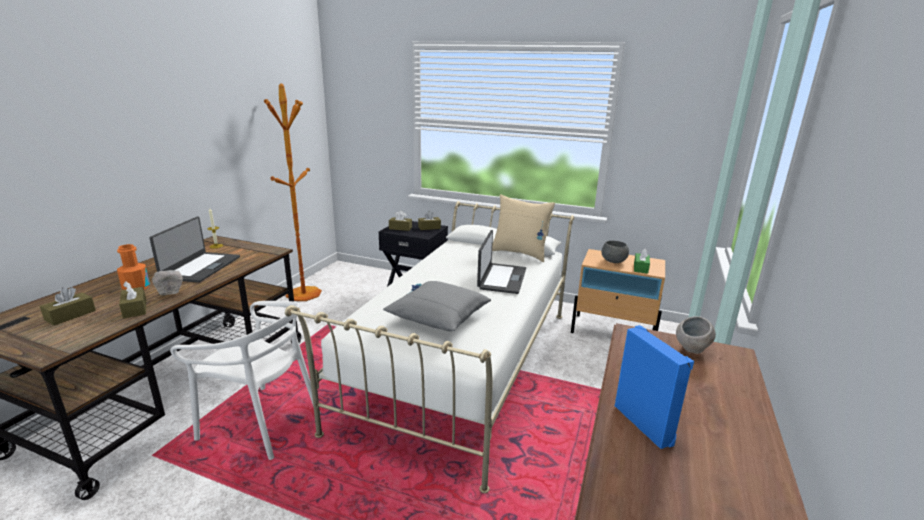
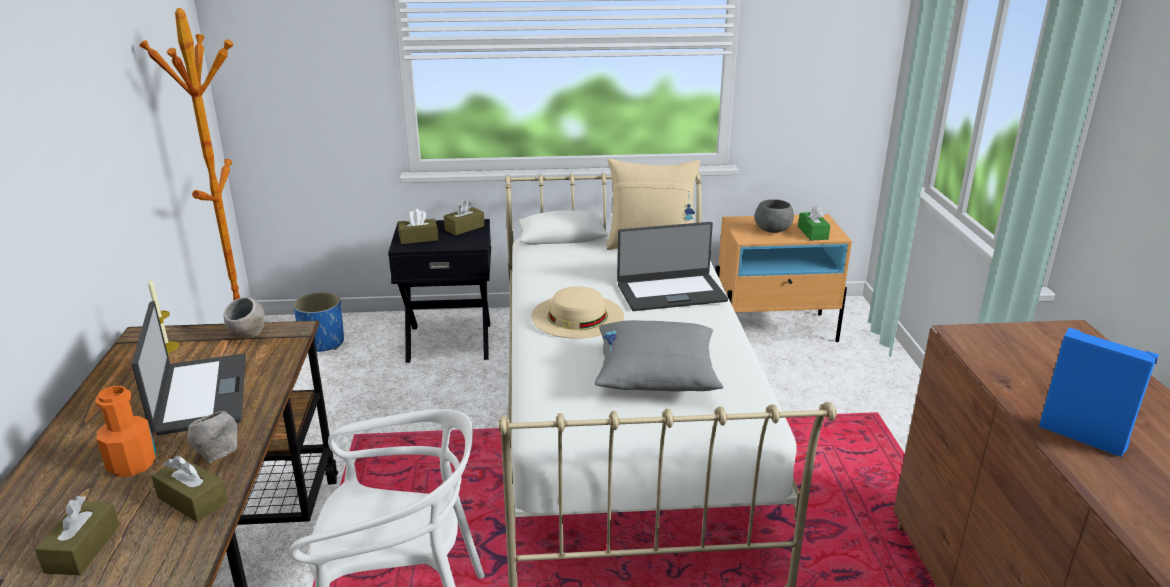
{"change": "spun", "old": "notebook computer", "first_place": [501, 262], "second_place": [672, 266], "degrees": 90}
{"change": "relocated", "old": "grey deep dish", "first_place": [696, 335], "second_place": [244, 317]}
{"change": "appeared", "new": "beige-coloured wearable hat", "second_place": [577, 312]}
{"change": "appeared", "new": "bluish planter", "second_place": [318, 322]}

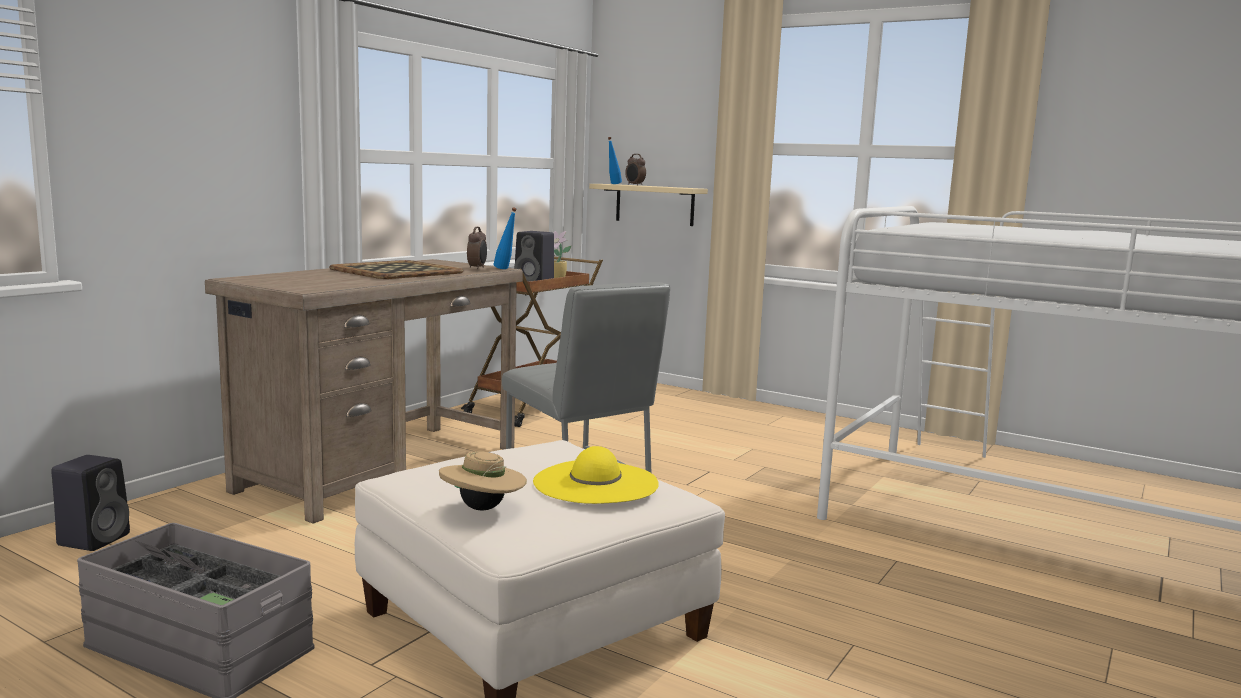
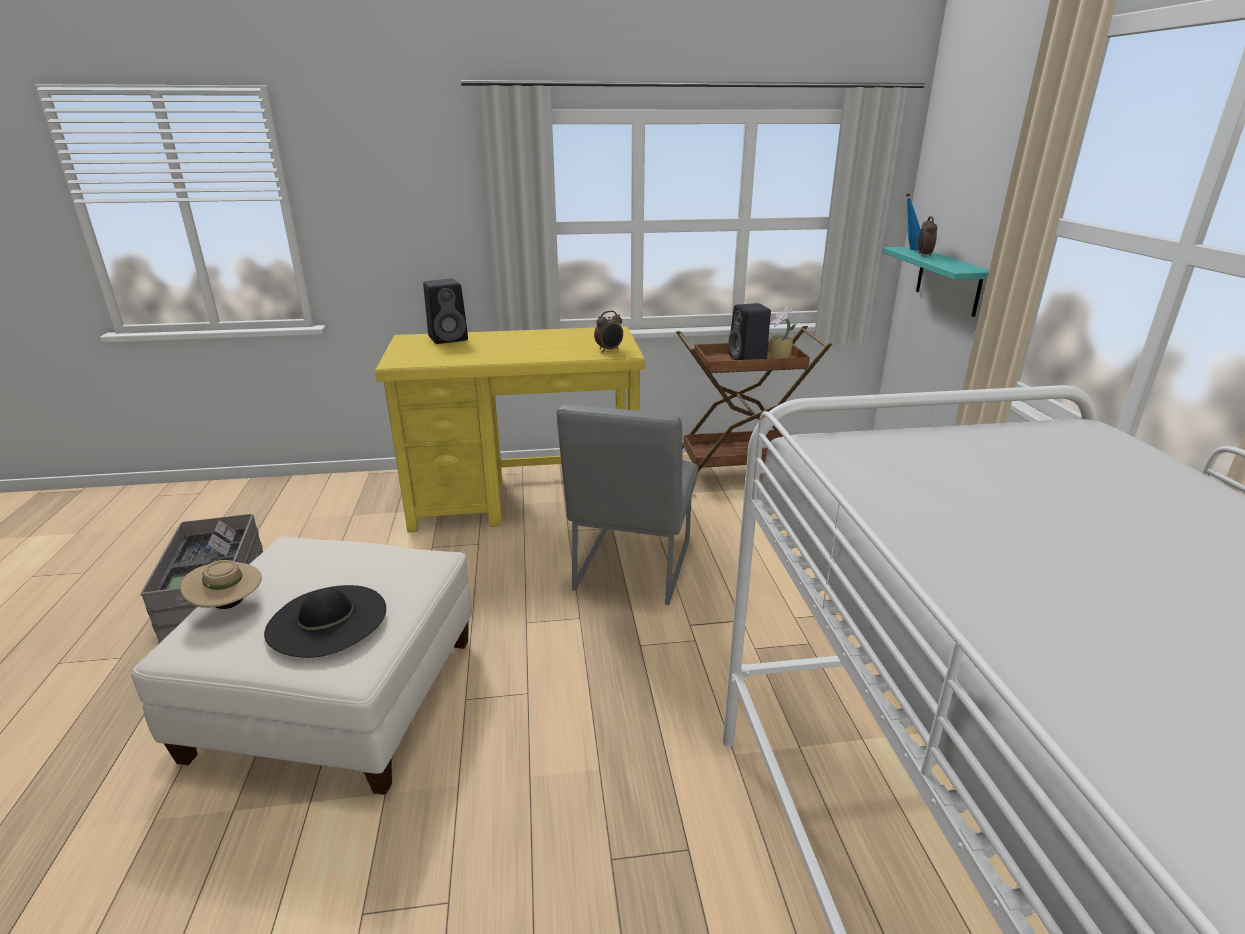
{"change": "colour", "old": "beige-coloured shelf", "new": "turquoise shelf", "first_place": [648, 205], "second_place": [935, 282]}
{"change": "missing", "old": "bluish drink bottle", "first_place": [505, 238]}
{"change": "colour", "old": "brownish desk table", "new": "yellow desk table", "first_place": [364, 391], "second_place": [510, 429]}
{"change": "missing", "old": "serving tray", "first_place": [396, 269]}
{"change": "colour", "old": "yellow wearable hat", "new": "blackish wearable hat", "first_place": [596, 475], "second_place": [325, 621]}
{"change": "relocated", "old": "blackish loudspeaker", "first_place": [90, 503], "second_place": [445, 311]}

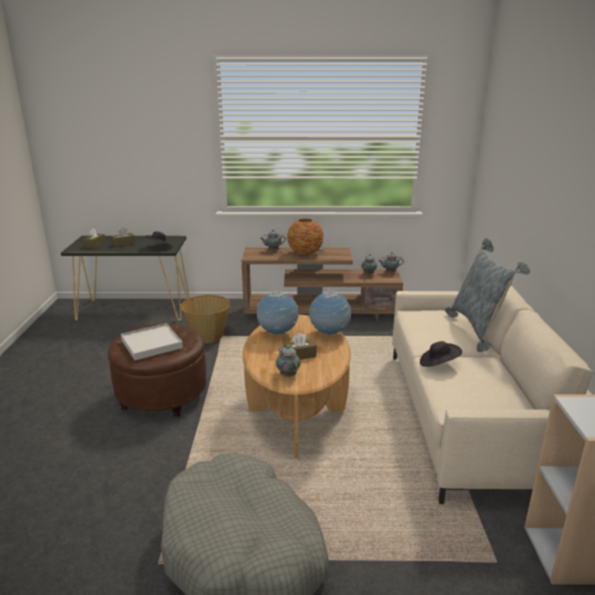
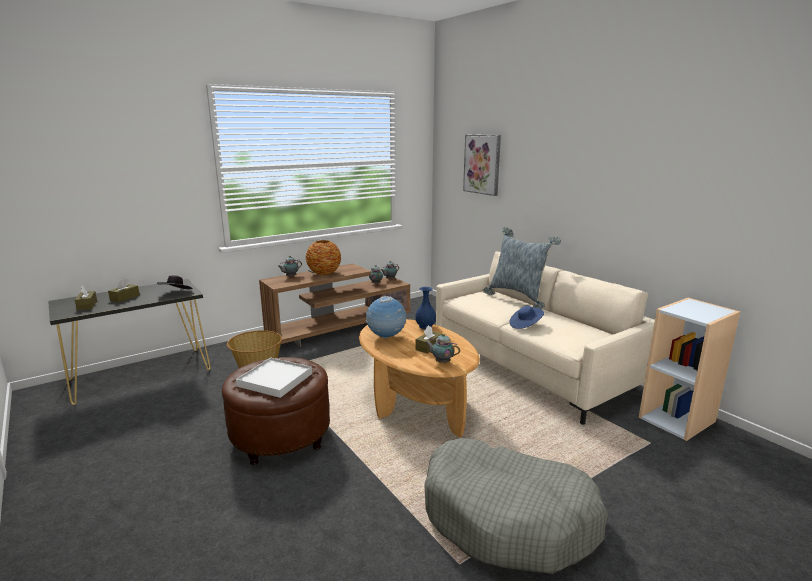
{"change": "exchanged", "old": "globe", "new": "bluish vase", "first_place": [330, 313], "second_place": [425, 308]}
{"change": "colour", "old": "blackish wearable hat", "new": "bluish wearable hat", "first_place": [441, 354], "second_place": [526, 317]}
{"change": "appeared", "new": "picture", "second_place": [482, 165]}

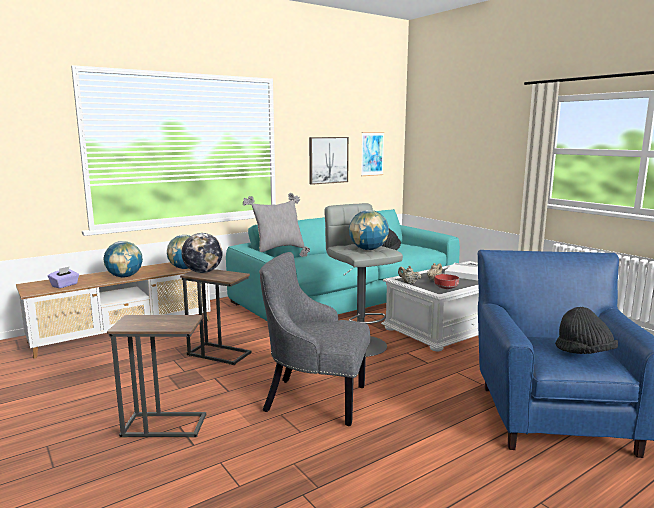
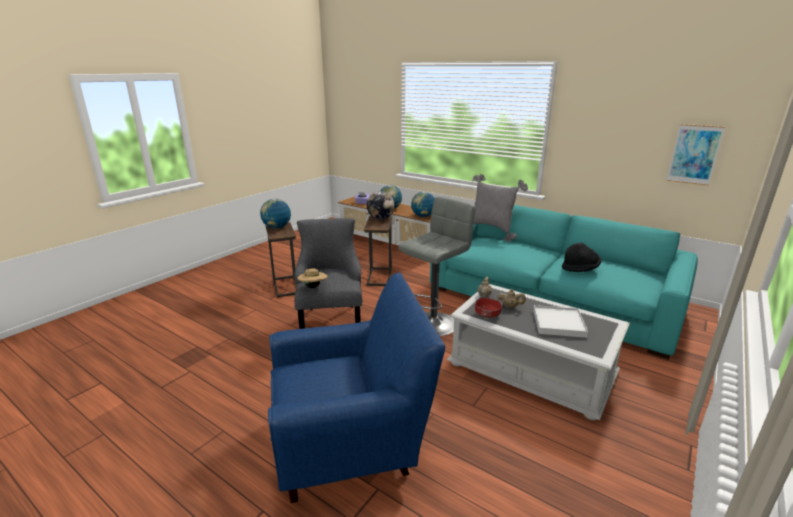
{"change": "missing", "old": "picture", "first_place": [329, 161]}
{"change": "relocated", "old": "globe", "first_place": [369, 230], "second_place": [275, 214]}
{"change": "missing", "old": "blackish wearable hat", "first_place": [586, 330]}
{"change": "appeared", "new": "beige-coloured wearable hat", "second_place": [312, 278]}

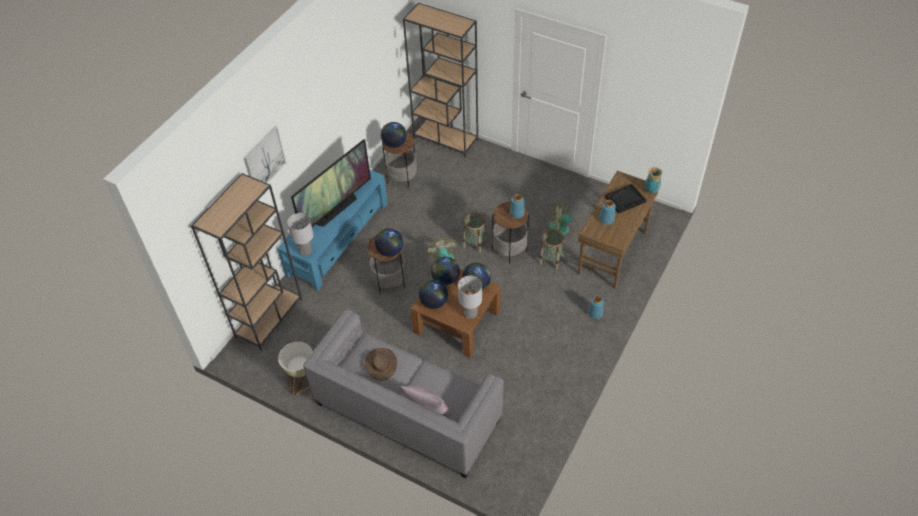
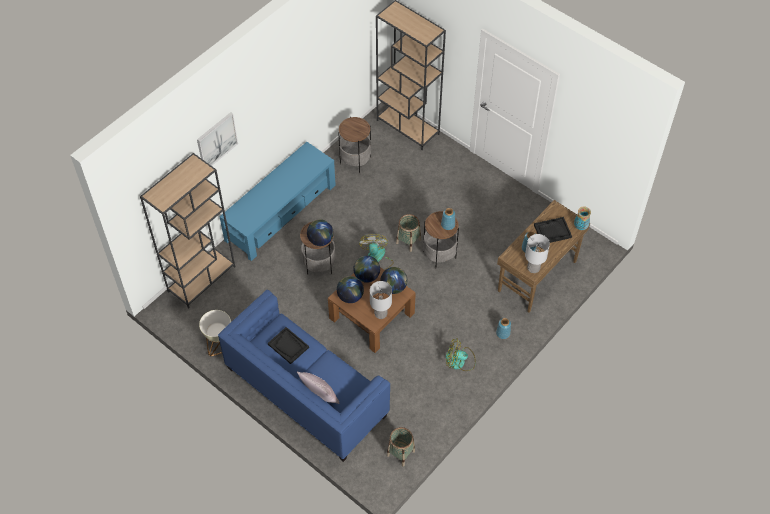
{"change": "missing", "old": "globe", "first_place": [393, 135]}
{"change": "missing", "old": "television", "first_place": [331, 184]}
{"change": "relocated", "old": "cooling fan", "first_place": [564, 219], "second_place": [461, 354]}
{"change": "relocated", "old": "grey table lamp", "first_place": [300, 234], "second_place": [537, 253]}
{"change": "relocated", "old": "household basket", "first_place": [551, 250], "second_place": [401, 447]}
{"change": "colour", "old": "grey couch", "new": "bluish couch", "first_place": [403, 393], "second_place": [304, 376]}
{"change": "exchanged", "old": "brownish wearable hat", "new": "blackish serving tray", "first_place": [381, 364], "second_place": [288, 345]}

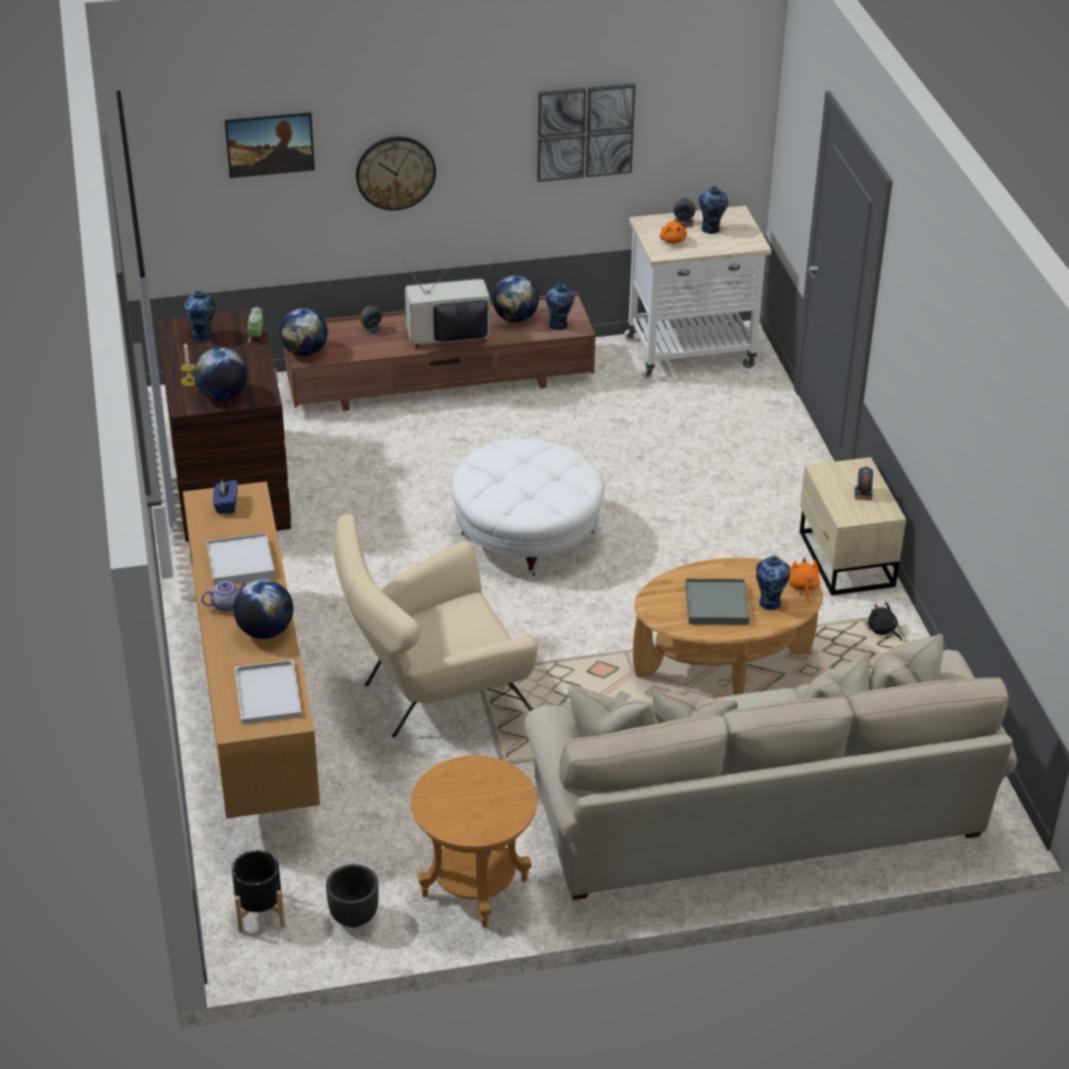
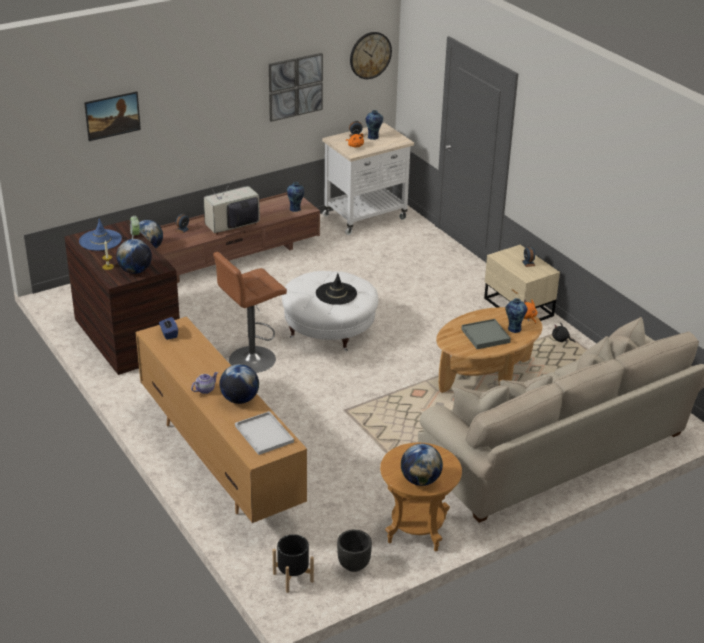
{"change": "relocated", "old": "wall clock", "first_place": [396, 173], "second_place": [371, 55]}
{"change": "relocated", "old": "globe", "first_place": [515, 298], "second_place": [422, 465]}
{"change": "exchanged", "old": "vase", "new": "bluish wearable hat", "first_place": [199, 316], "second_place": [100, 235]}
{"change": "missing", "old": "beige-coloured armchair", "first_place": [436, 625]}
{"change": "missing", "old": "whitish serving tray", "first_place": [241, 559]}
{"change": "appeared", "new": "brownish stool seat", "second_place": [250, 312]}
{"change": "appeared", "new": "blackish wearable hat", "second_place": [336, 289]}

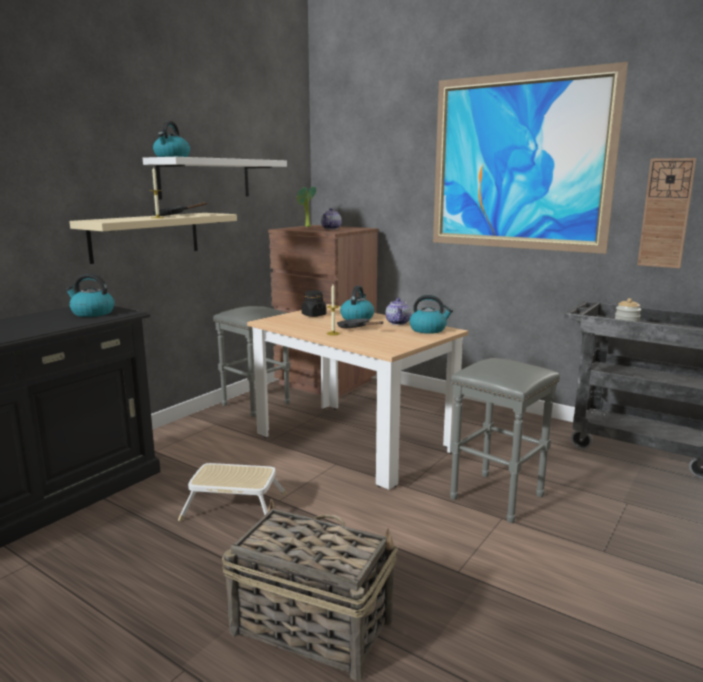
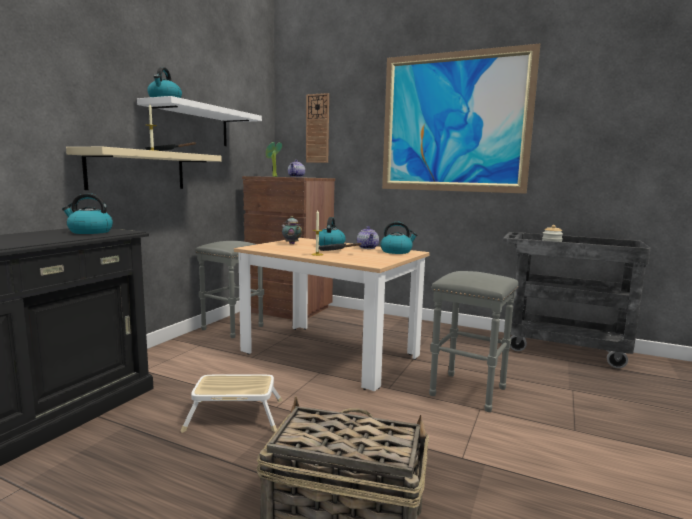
{"change": "relocated", "old": "wall clock", "first_place": [667, 213], "second_place": [317, 128]}
{"change": "exchanged", "old": "blackish storage jar", "new": "pot for tea", "first_place": [314, 303], "second_place": [291, 230]}

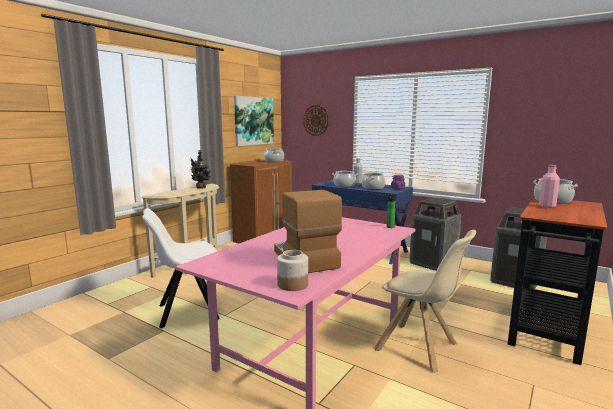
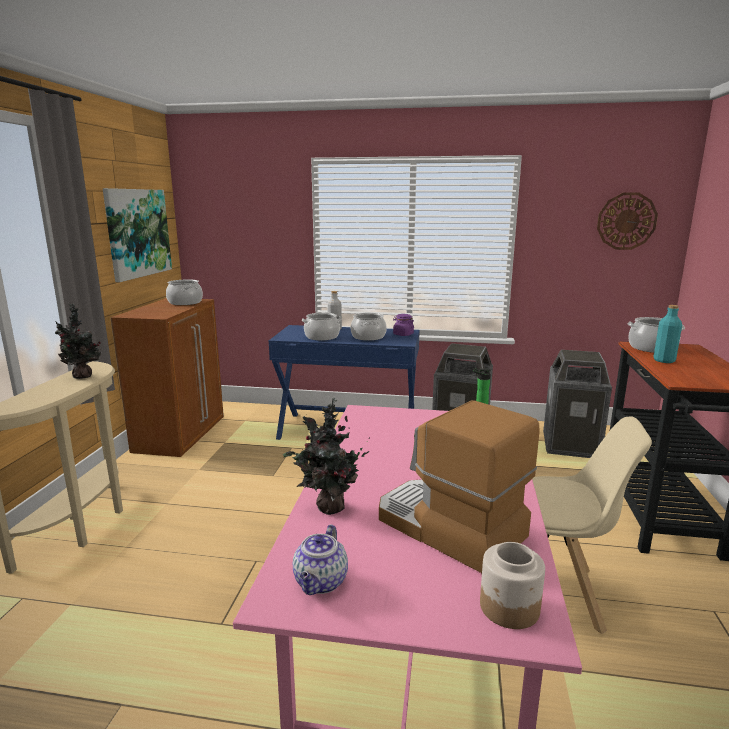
{"change": "relocated", "old": "wall clock", "first_place": [316, 120], "second_place": [627, 221]}
{"change": "colour", "old": "pink drink bottle", "new": "turquoise drink bottle", "first_place": [549, 186], "second_place": [668, 334]}
{"change": "missing", "old": "whitish upright chair", "first_place": [180, 268]}
{"change": "appeared", "new": "potted plant", "second_place": [326, 456]}
{"change": "appeared", "new": "pot for tea", "second_place": [320, 559]}

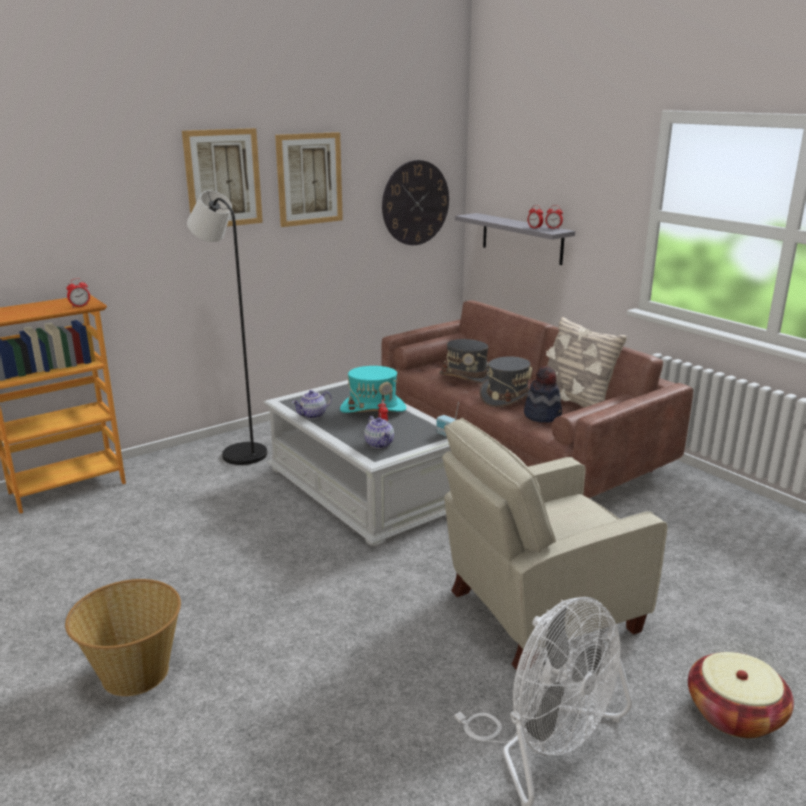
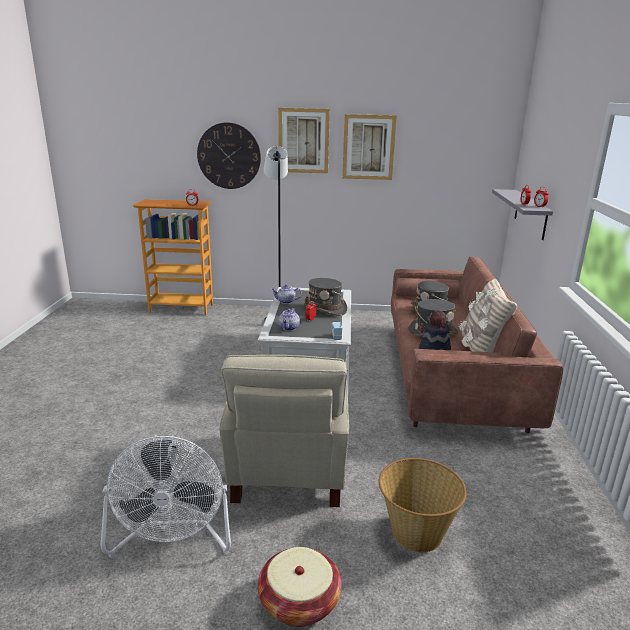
{"change": "relocated", "old": "wall clock", "first_place": [415, 202], "second_place": [229, 155]}
{"change": "colour", "old": "turquoise wearable hat", "new": "grey wearable hat", "first_place": [373, 389], "second_place": [324, 297]}
{"change": "spun", "old": "beige-coloured armchair", "first_place": [555, 544], "second_place": [284, 431], "degrees": -105}
{"change": "relocated", "old": "household basket", "first_place": [123, 637], "second_place": [422, 505]}

